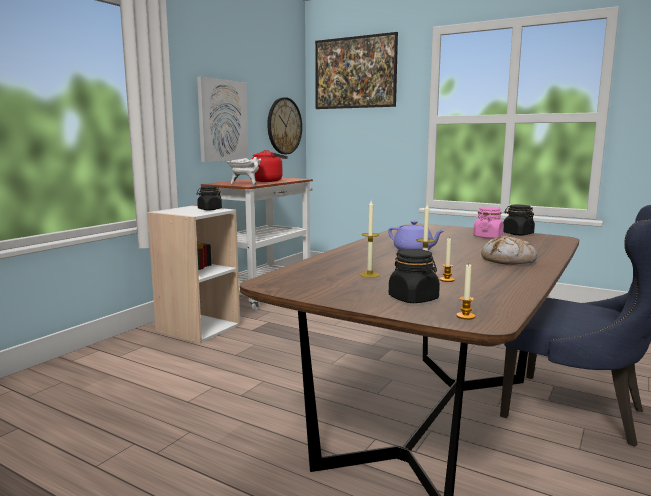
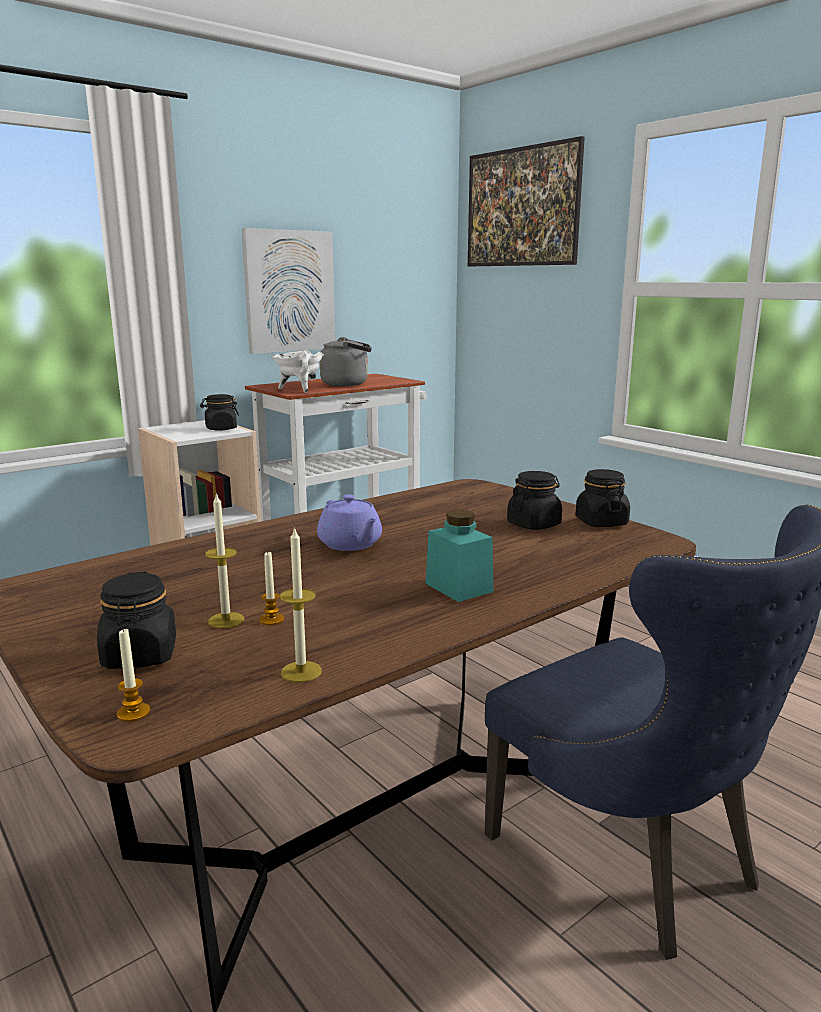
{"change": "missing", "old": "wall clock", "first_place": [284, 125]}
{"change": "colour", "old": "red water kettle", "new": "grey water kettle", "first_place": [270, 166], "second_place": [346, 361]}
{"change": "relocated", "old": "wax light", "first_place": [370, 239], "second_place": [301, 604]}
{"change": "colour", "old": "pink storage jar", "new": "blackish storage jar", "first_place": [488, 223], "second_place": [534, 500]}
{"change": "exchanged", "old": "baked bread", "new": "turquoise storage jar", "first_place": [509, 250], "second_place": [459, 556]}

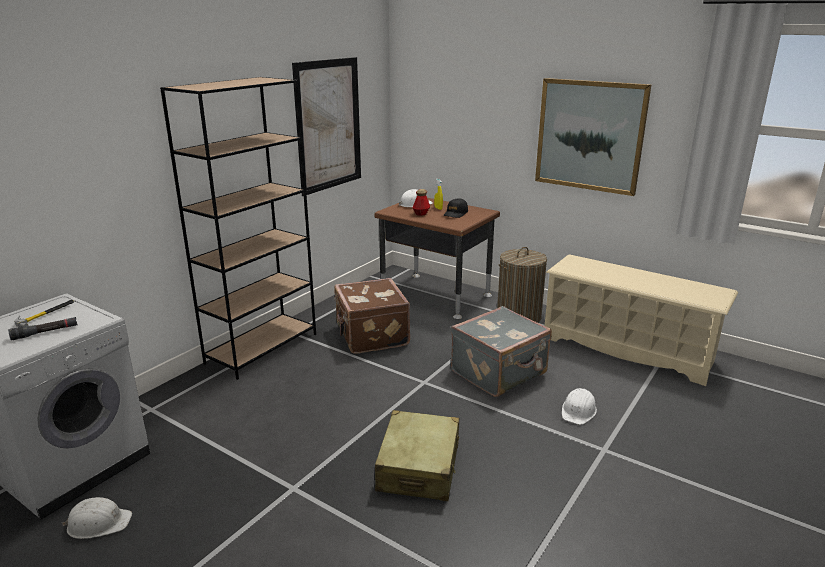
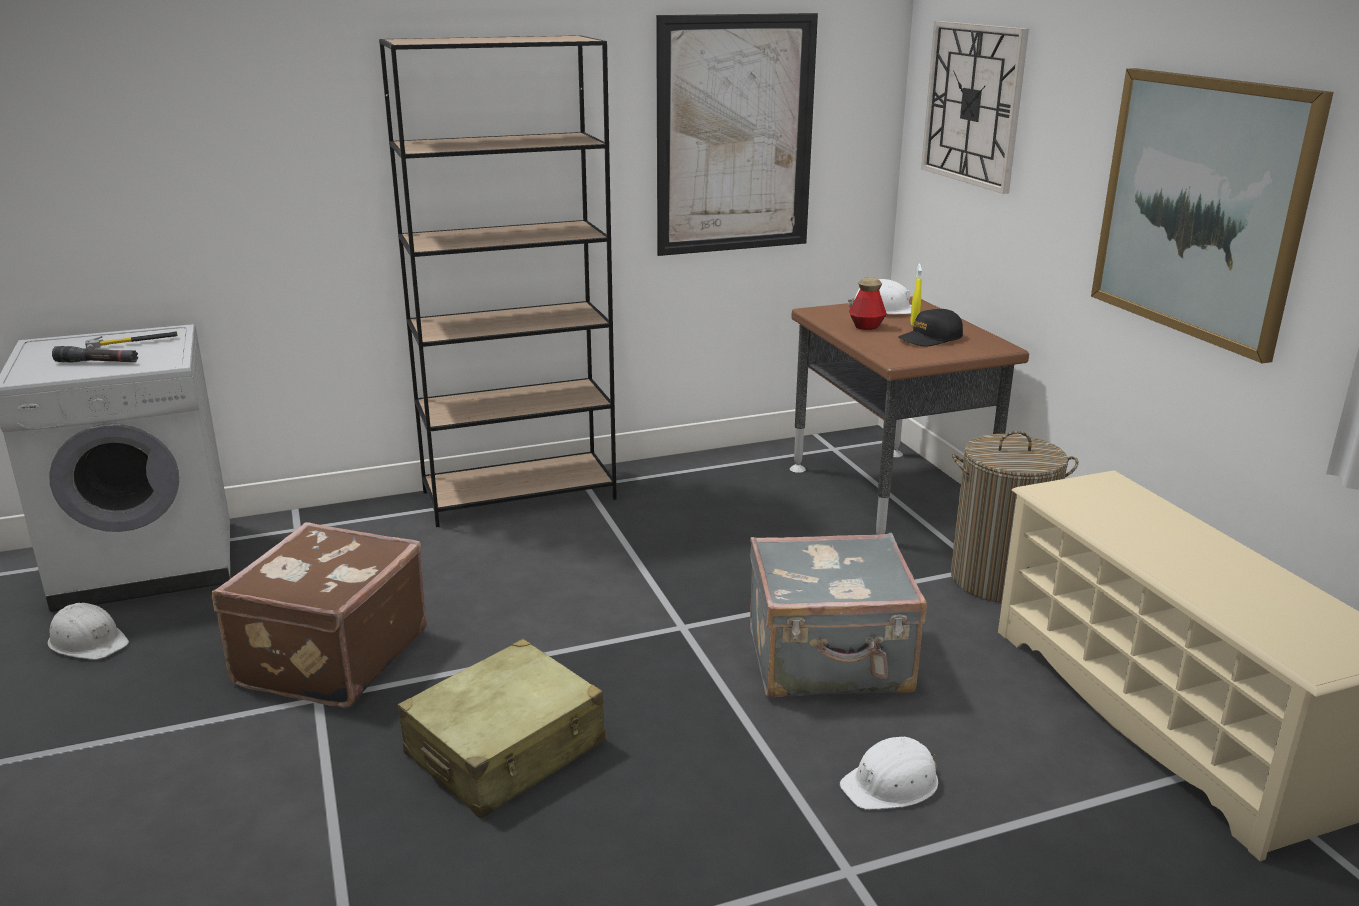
{"change": "relocated", "old": "brownish suitcase", "first_place": [372, 316], "second_place": [319, 615]}
{"change": "appeared", "new": "wall clock", "second_place": [975, 107]}

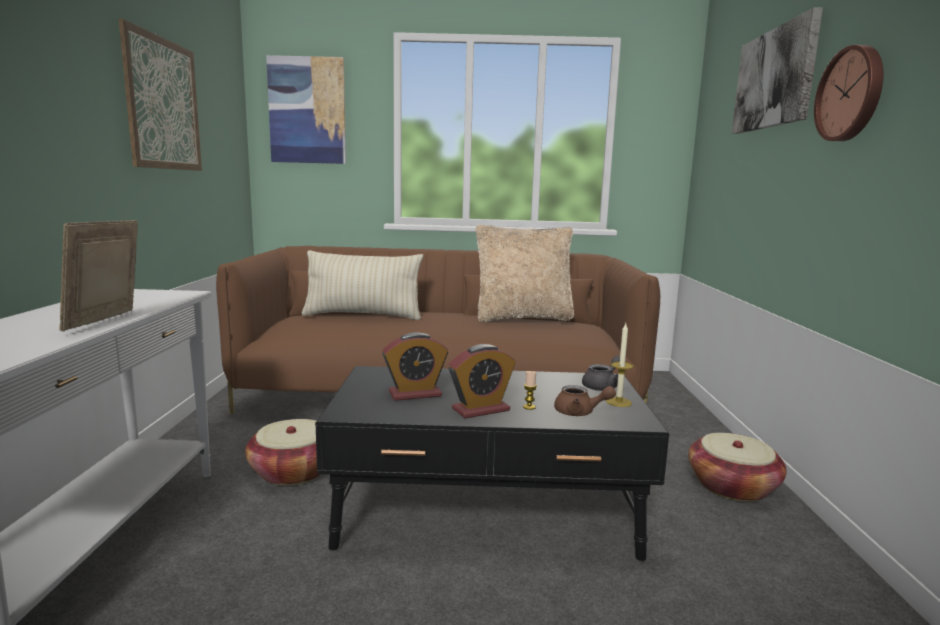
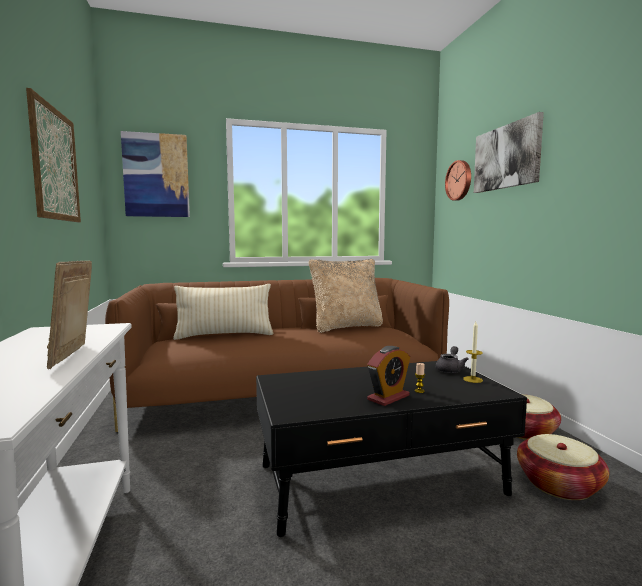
{"change": "relocated", "old": "wall clock", "first_place": [848, 93], "second_place": [458, 180]}
{"change": "missing", "old": "alarm clock", "first_place": [415, 366]}
{"change": "missing", "old": "brownish pot for tea", "first_place": [585, 400]}
{"change": "relocated", "old": "household basket", "first_place": [283, 452], "second_place": [563, 467]}

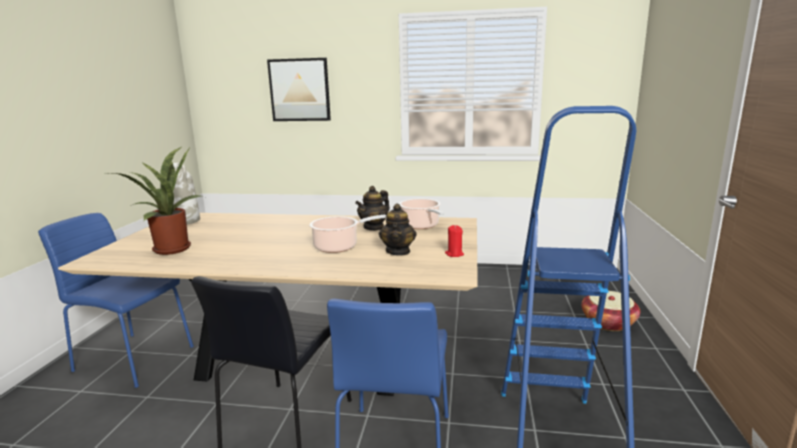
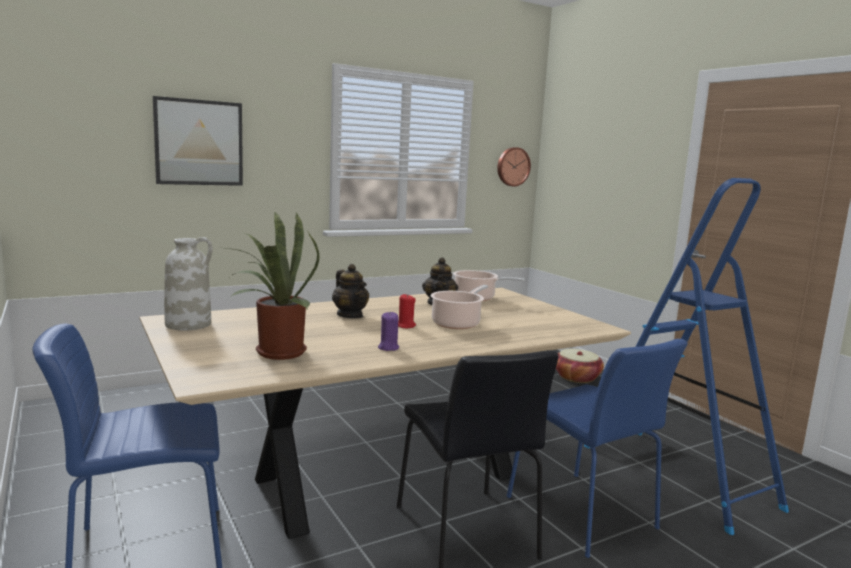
{"change": "relocated", "old": "pot for tea", "first_place": [397, 229], "second_place": [350, 291]}
{"change": "relocated", "old": "red wax light", "first_place": [454, 241], "second_place": [407, 311]}
{"change": "appeared", "new": "wall clock", "second_place": [514, 166]}
{"change": "appeared", "new": "purple-coloured wax light", "second_place": [388, 331]}

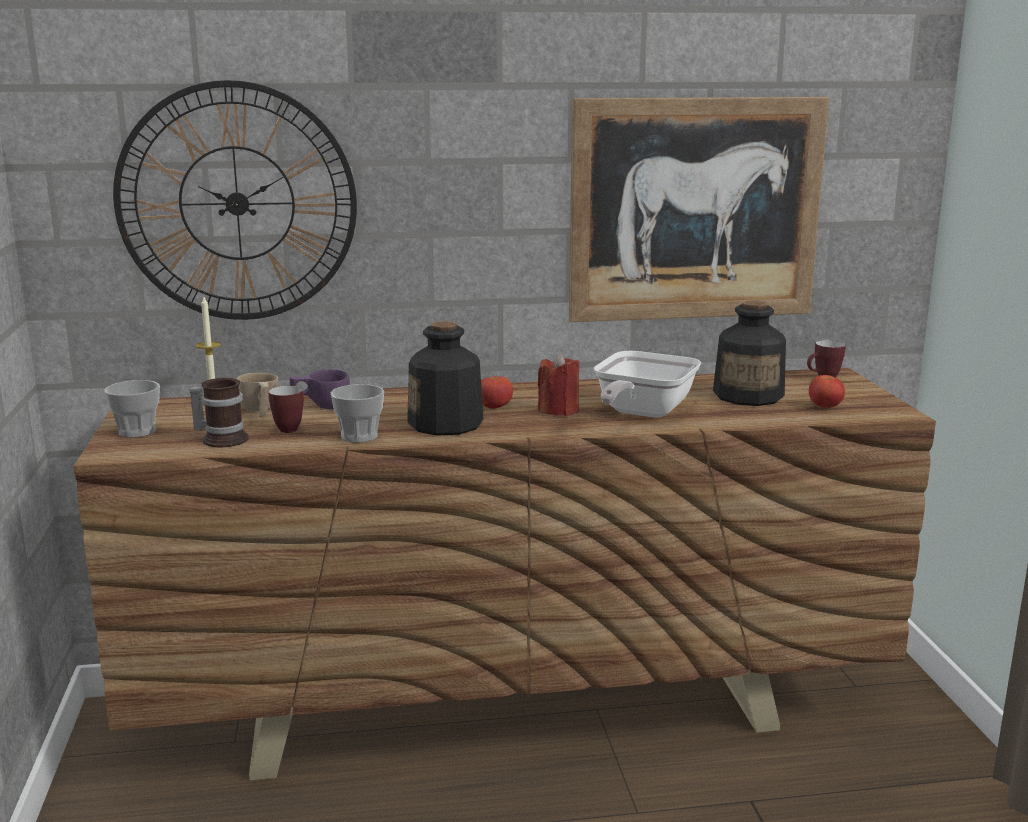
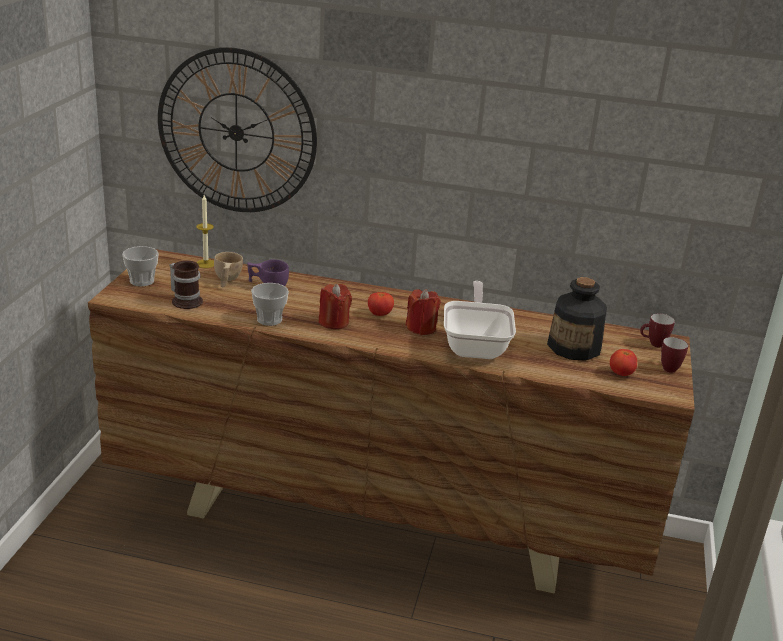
{"change": "missing", "old": "picture", "first_place": [699, 209]}
{"change": "exchanged", "old": "drink bottle", "new": "red wax light", "first_place": [445, 378], "second_place": [335, 306]}
{"change": "spun", "old": "pan", "first_place": [647, 384], "second_place": [480, 320], "degrees": 135}
{"change": "relocated", "old": "tea mug", "first_place": [286, 409], "second_place": [674, 355]}

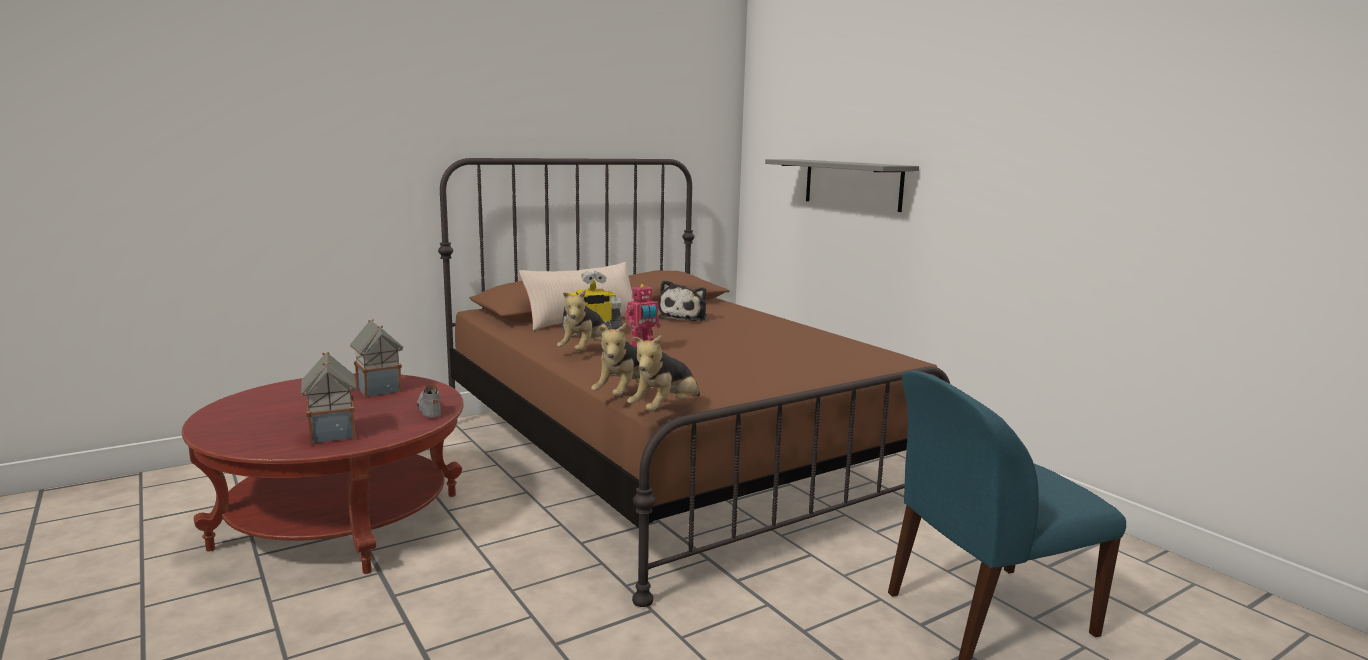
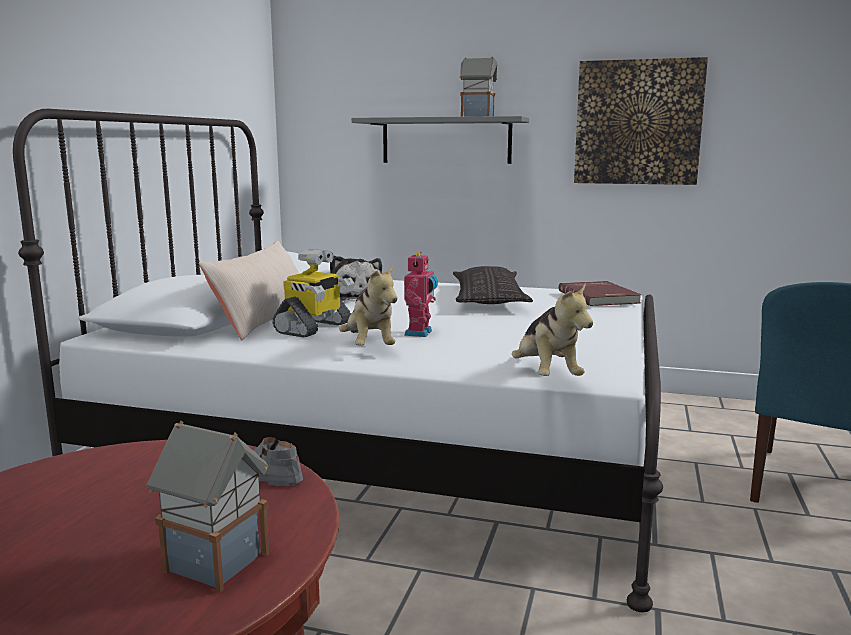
{"change": "colour", "old": "brownish bed", "new": "whitish bed", "first_place": [694, 382], "second_place": [338, 360]}
{"change": "relocated", "old": "model house", "first_place": [376, 358], "second_place": [479, 87]}
{"change": "missing", "old": "cuddly toy", "first_place": [663, 373]}
{"change": "appeared", "new": "picture", "second_place": [641, 121]}
{"change": "appeared", "new": "cushion", "second_place": [493, 285]}
{"change": "appeared", "new": "red volume", "second_place": [600, 293]}

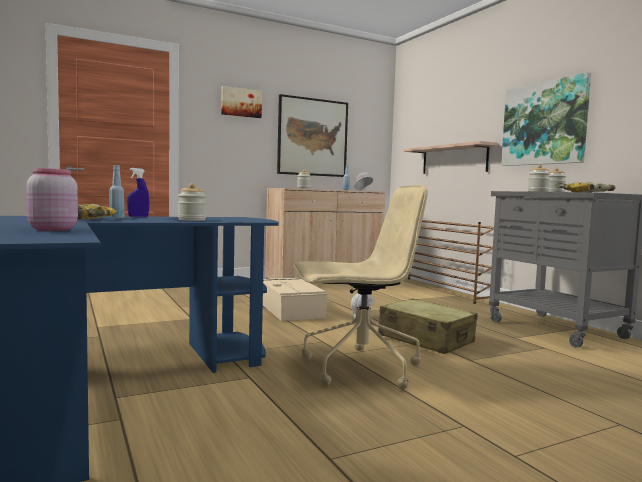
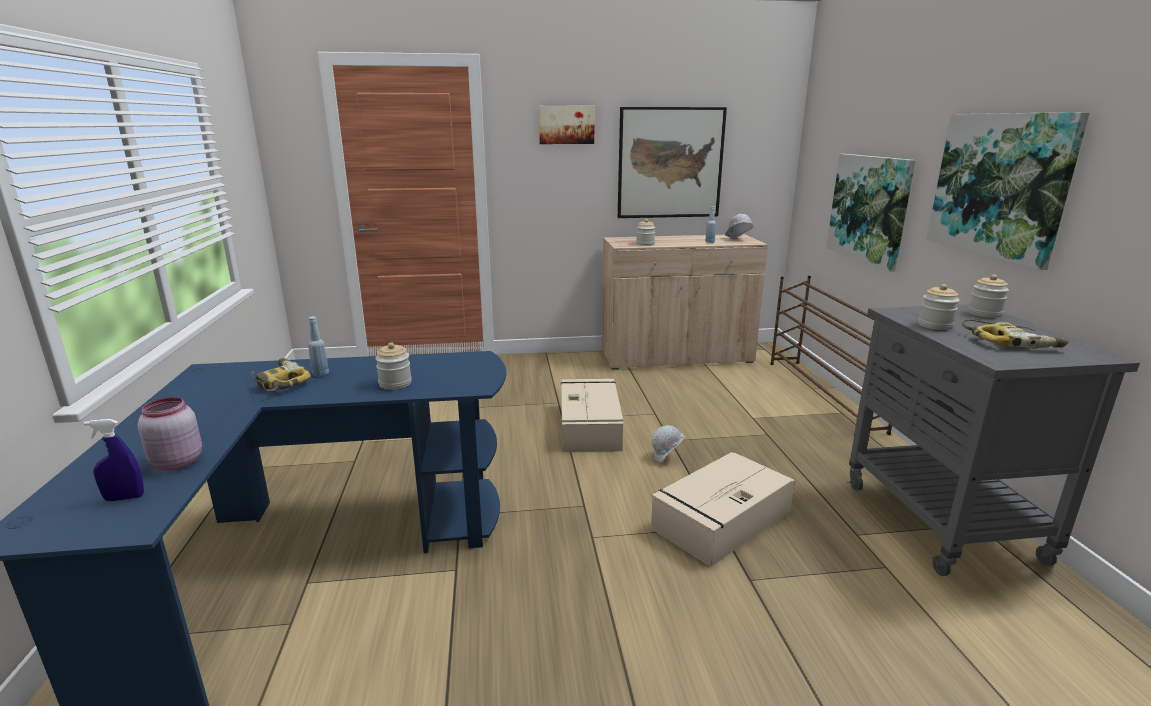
{"change": "exchanged", "old": "shelf", "new": "picture", "first_place": [450, 157], "second_place": [871, 213]}
{"change": "relocated", "old": "bluish sprayer", "first_place": [138, 192], "second_place": [114, 460]}
{"change": "missing", "old": "beige-coloured computer chair", "first_place": [360, 287]}
{"change": "exchanged", "old": "beige-coloured suitcase", "new": "beige-coloured storage container", "first_place": [427, 326], "second_place": [723, 509]}

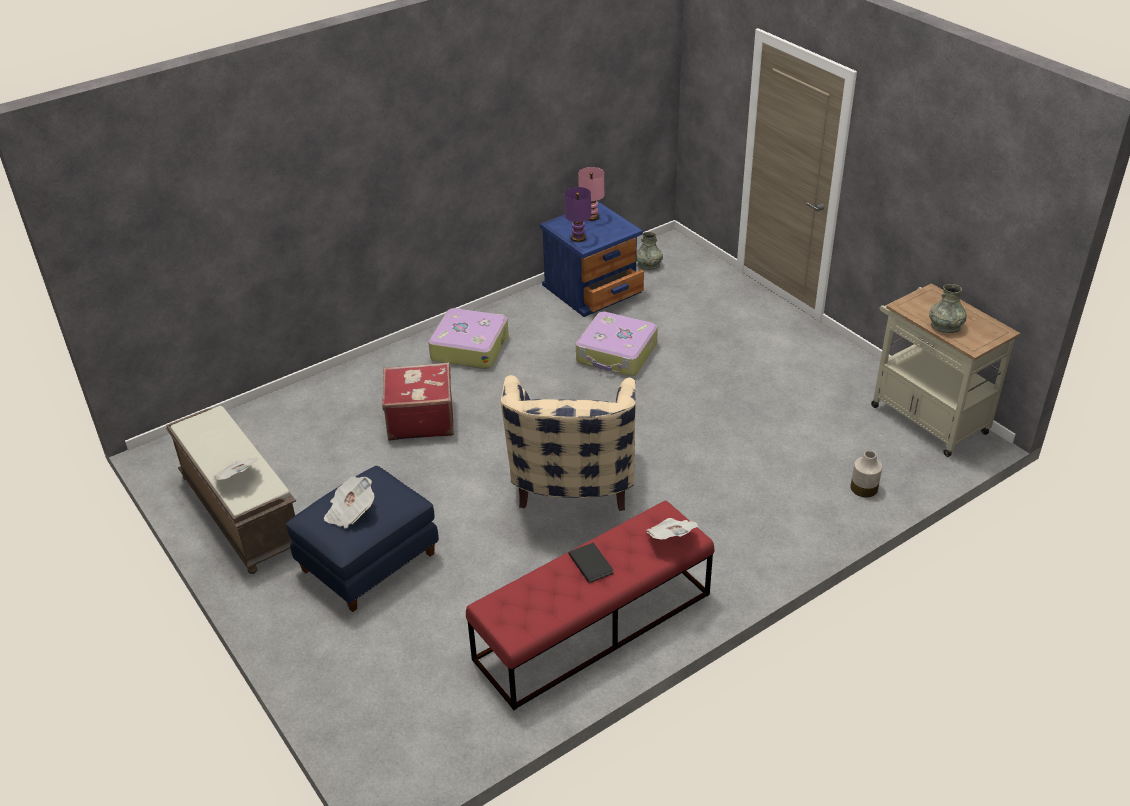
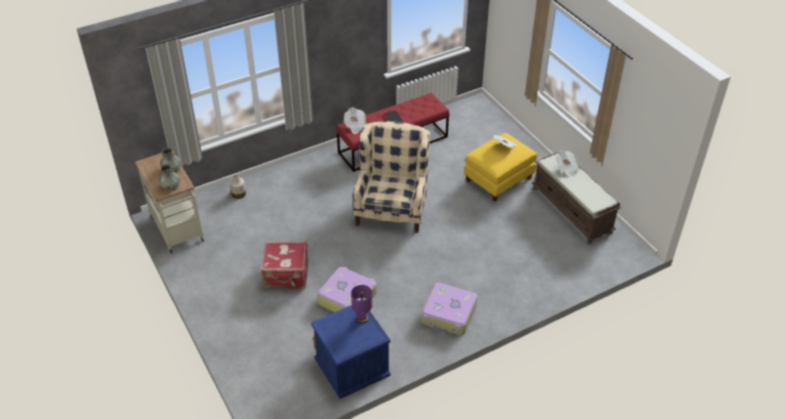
{"change": "missing", "old": "pink table lamp", "first_place": [591, 194]}
{"change": "relocated", "old": "grey vase", "first_place": [649, 251], "second_place": [169, 178]}
{"change": "relocated", "old": "red suitcase", "first_place": [418, 401], "second_place": [284, 265]}
{"change": "colour", "old": "bluish pouffe", "new": "yellow pouffe", "first_place": [362, 539], "second_place": [500, 167]}

